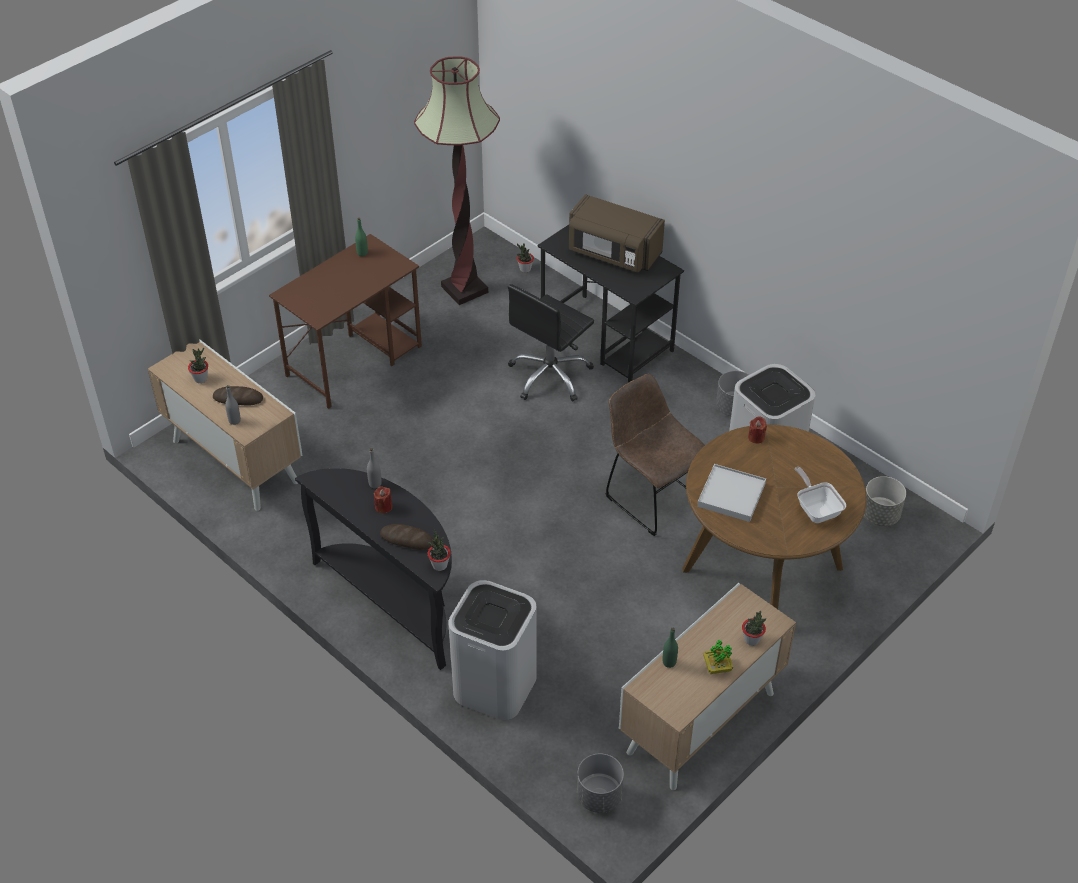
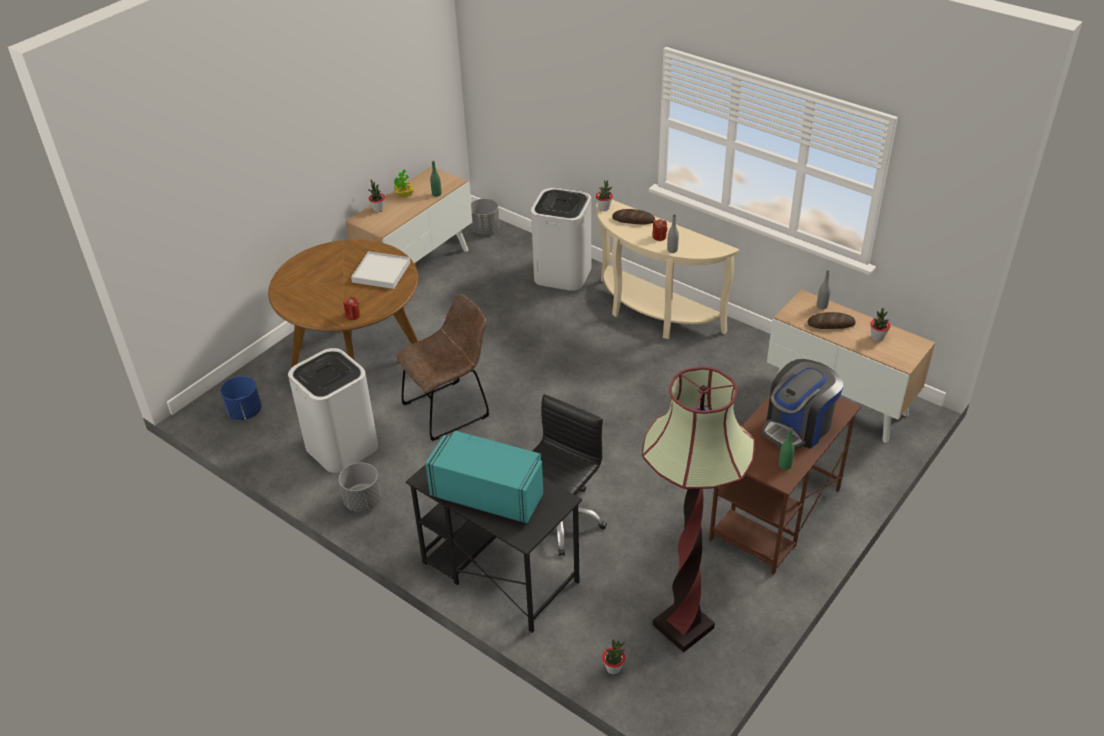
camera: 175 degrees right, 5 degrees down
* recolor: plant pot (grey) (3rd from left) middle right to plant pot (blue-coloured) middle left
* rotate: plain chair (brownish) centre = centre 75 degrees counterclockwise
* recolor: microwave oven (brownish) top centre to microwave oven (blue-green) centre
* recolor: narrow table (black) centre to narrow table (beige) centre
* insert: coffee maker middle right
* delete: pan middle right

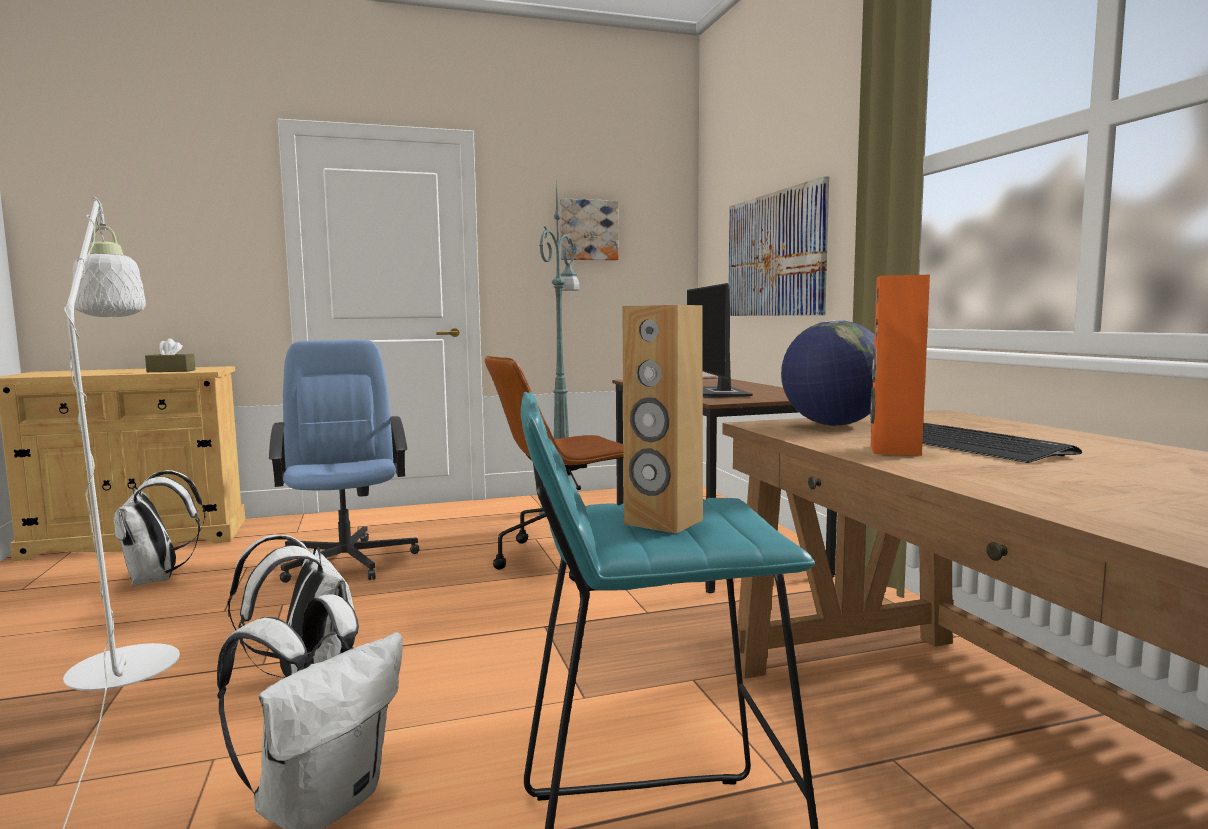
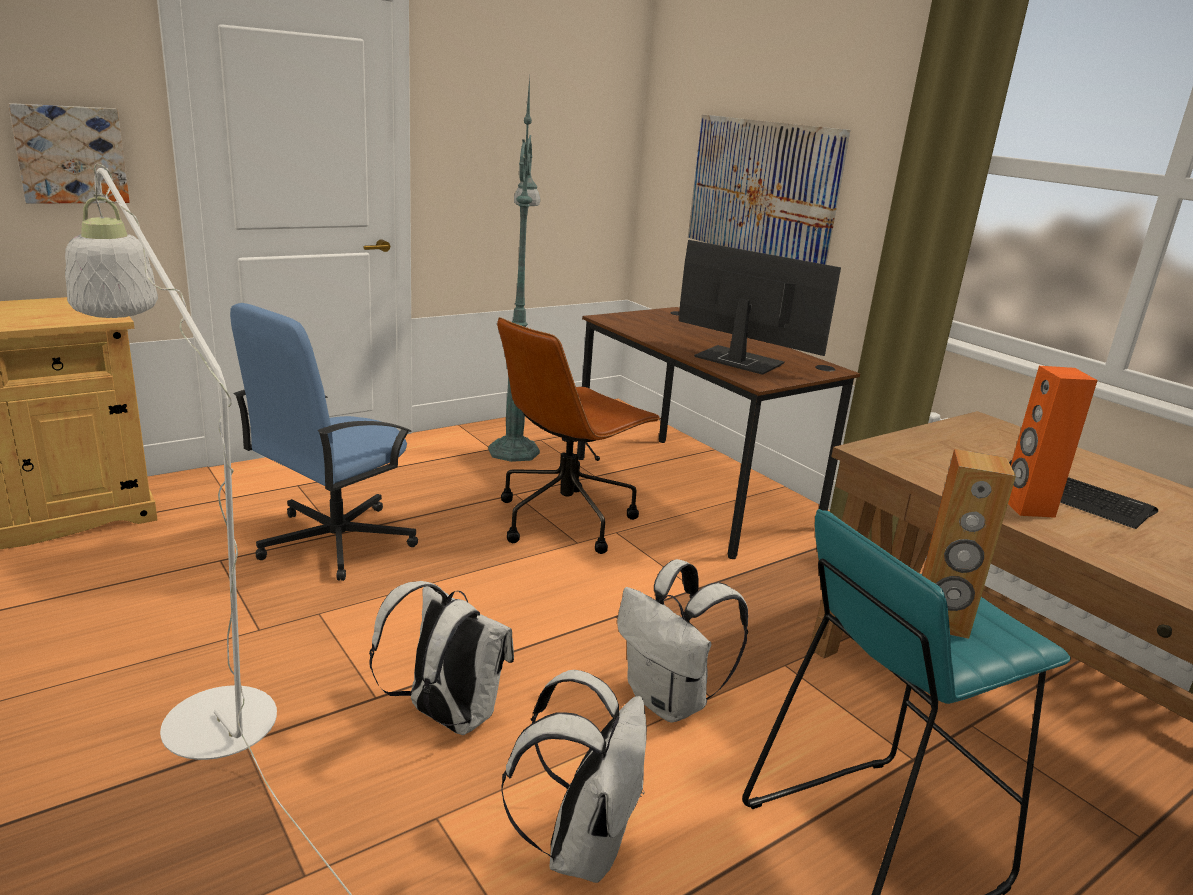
camera: 20 degrees left, 15 degrees up
* move: wall art (1st from left) top centre to top left
* rotate: desk chair (blue-coloured) middle left = middle left 105 degrees counterclockwise
* move: rucksack (whitish) (1st from left in the first image) middle left to rucksack (whitish) (3rd from left) bottom centre
* rotate: computer screen centre = centre 150 degrees clockwise
* delete: tissue box (brownish) middle left
* delete: globe middle right

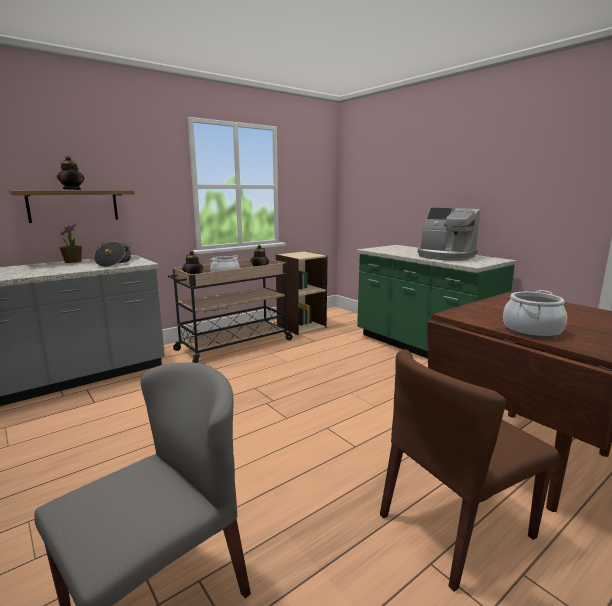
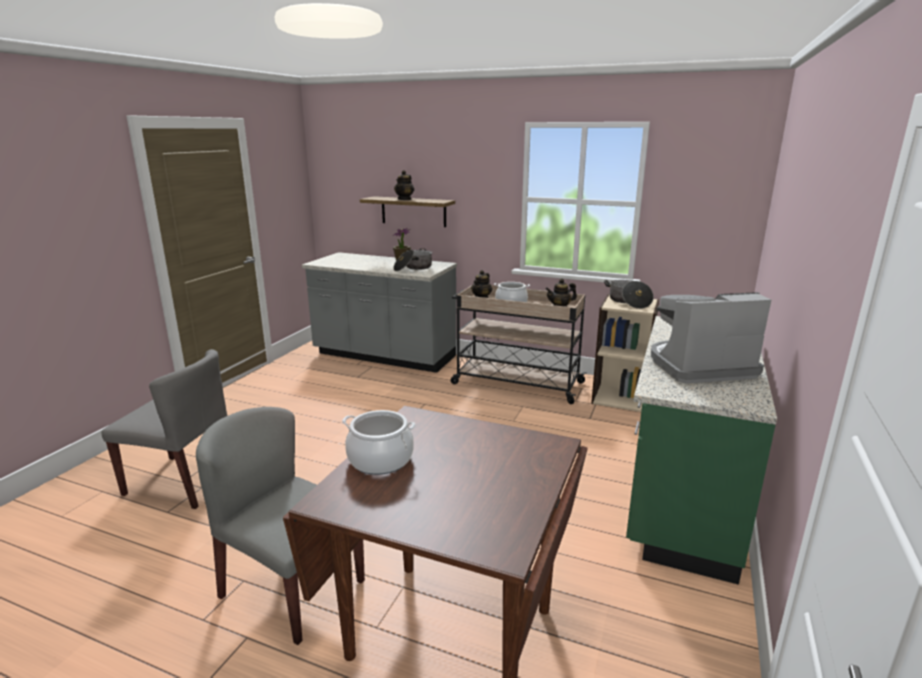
camera: 60 degrees right, 5 degrees up
* recolor: plain chair (brownish) bottom right to plain chair (grey) (2nd from left) bottom left
* insert: saucepot (4th from left) middle right
* rotate: coffee maker middle right = middle right 75 degrees clockwise

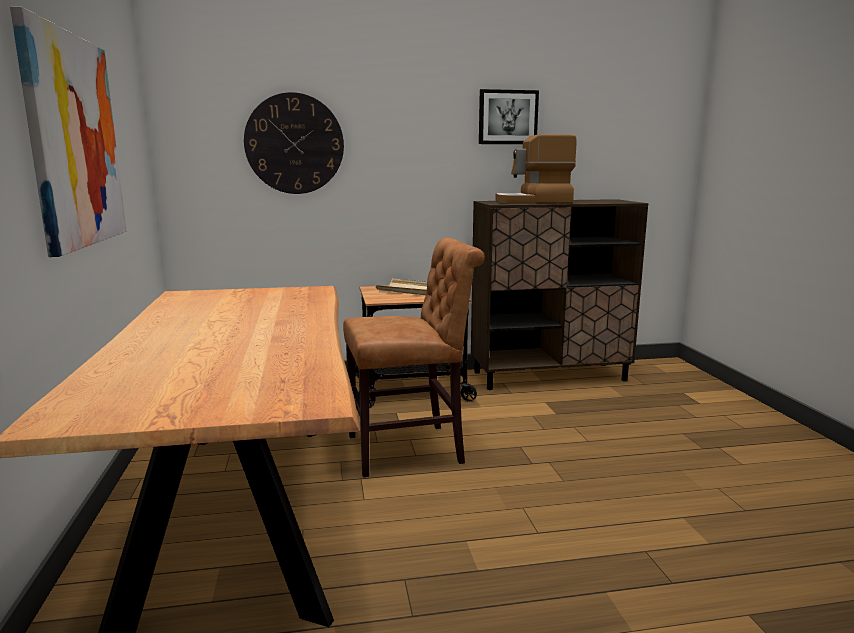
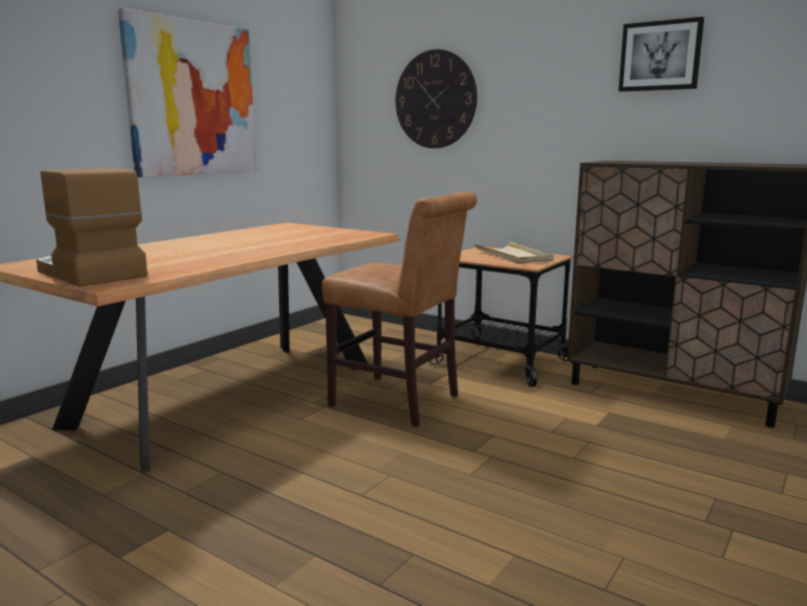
camera: 45 degrees right, 0 degrees up
* move: coffee maker top centre to middle left

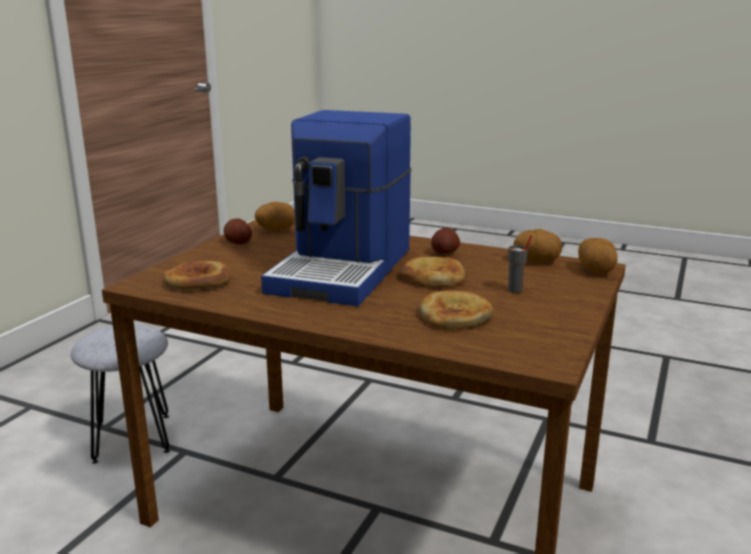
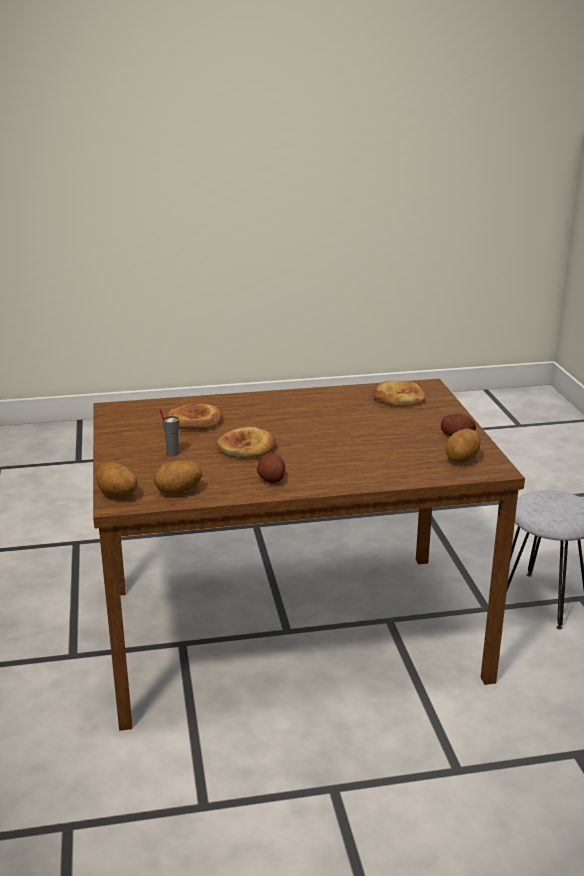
camera: 145 degrees right, 5 degrees up
* delete: coffee maker centre

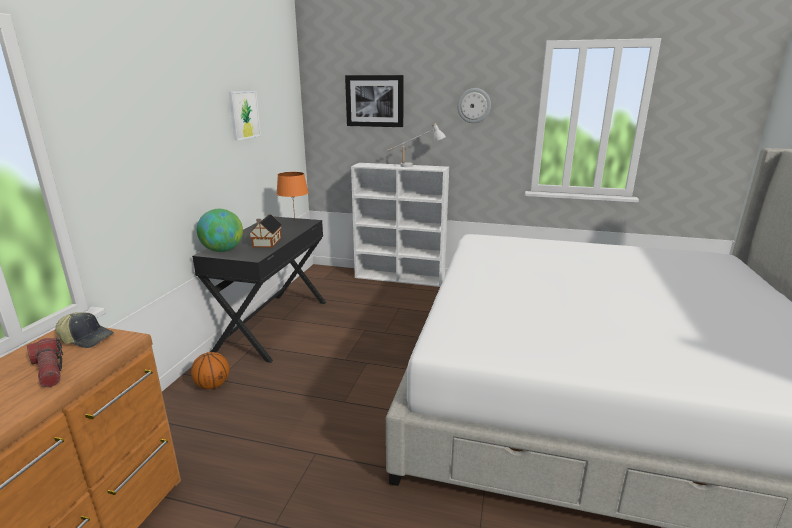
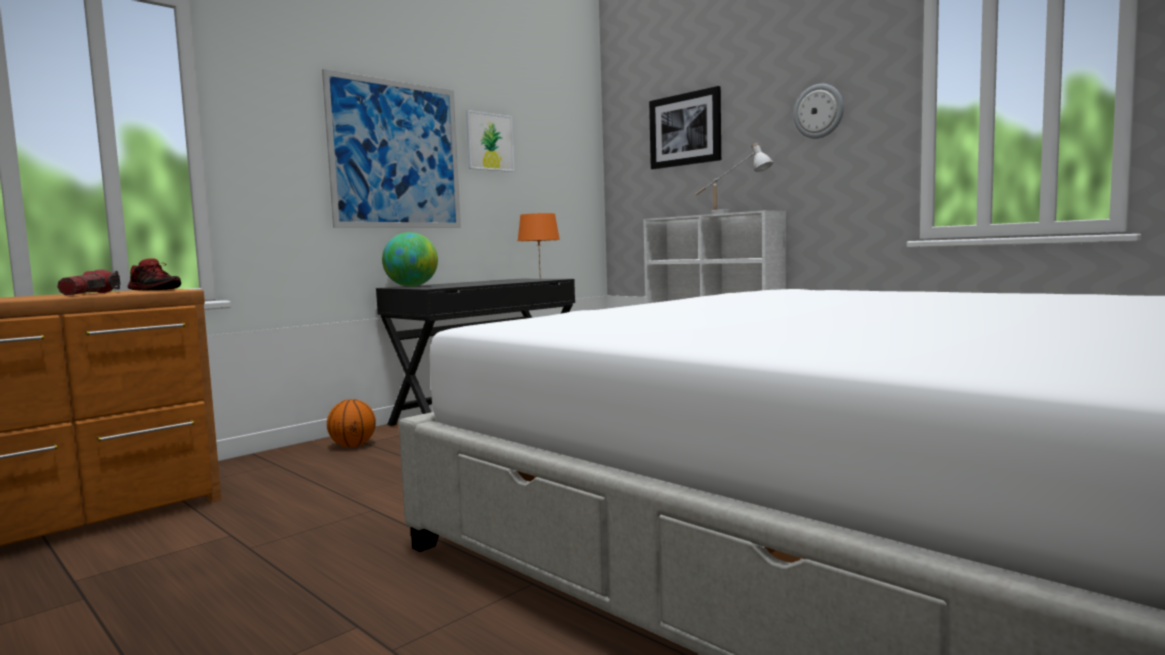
camera: 30 degrees right, 15 degrees down
* replace: baseball cap middle left to item of footwear middle left
* insert: wall art (1st from left) top centre
* delete: toy house centre

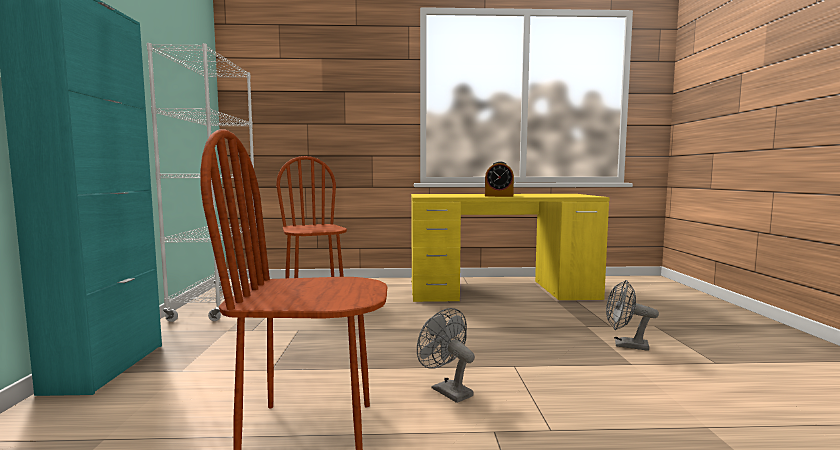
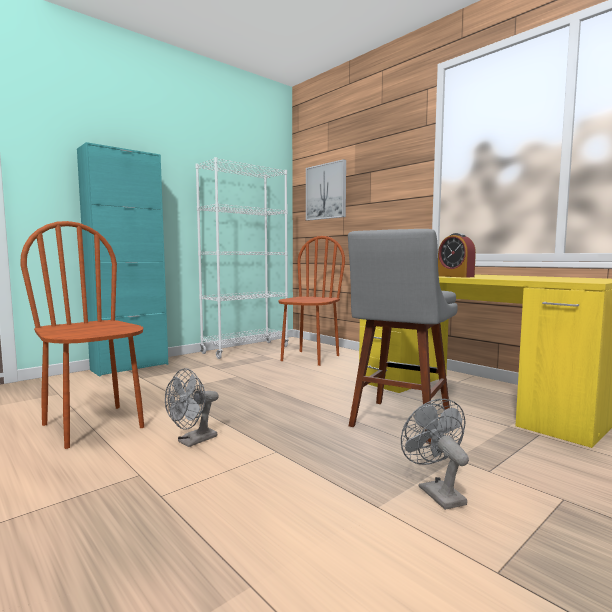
camera: 50 degrees right, 0 degrees up
* rotate: cooling fan (grey) (1st from left) bottom centre = middle left 150 degrees counterclockwise
* insert: wall art top centre
* insert: stool seat (grey) centre

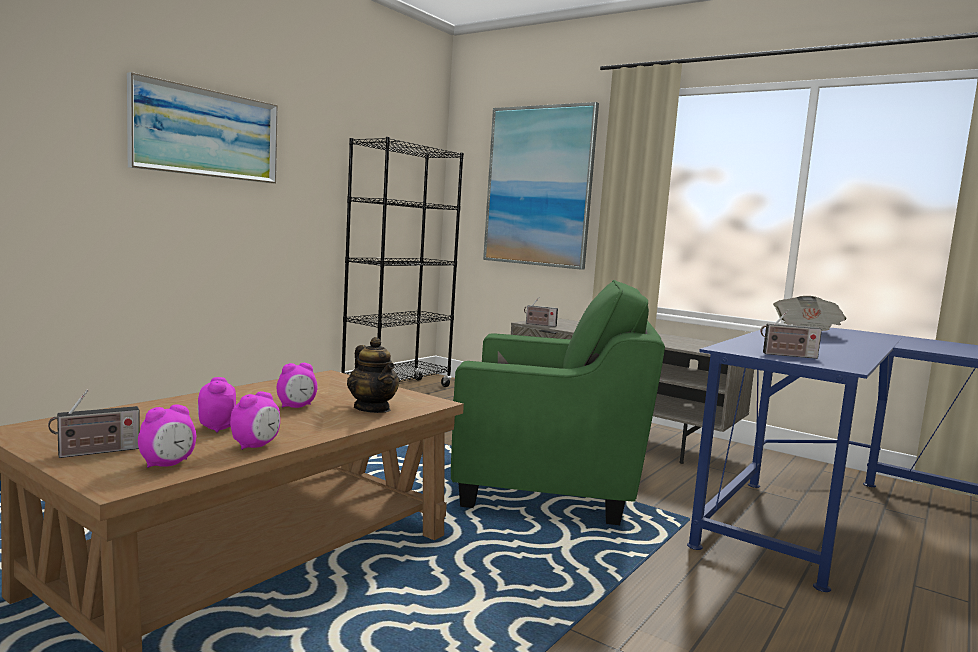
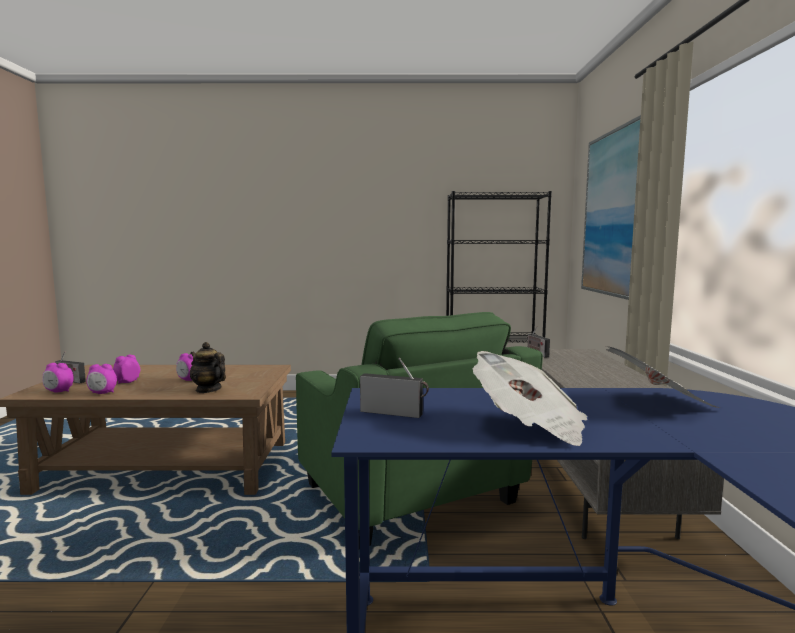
camera: 55 degrees right, 0 degrees up
* rotate: teapot centre = middle left 105 degrees clockwise
* rotate: radio receiver (3rd from left in the first image) middle right = centre 135 degrees clockwise
* insert: daily paper (1st from left) centre
* delete: wall art (1st from left) top left

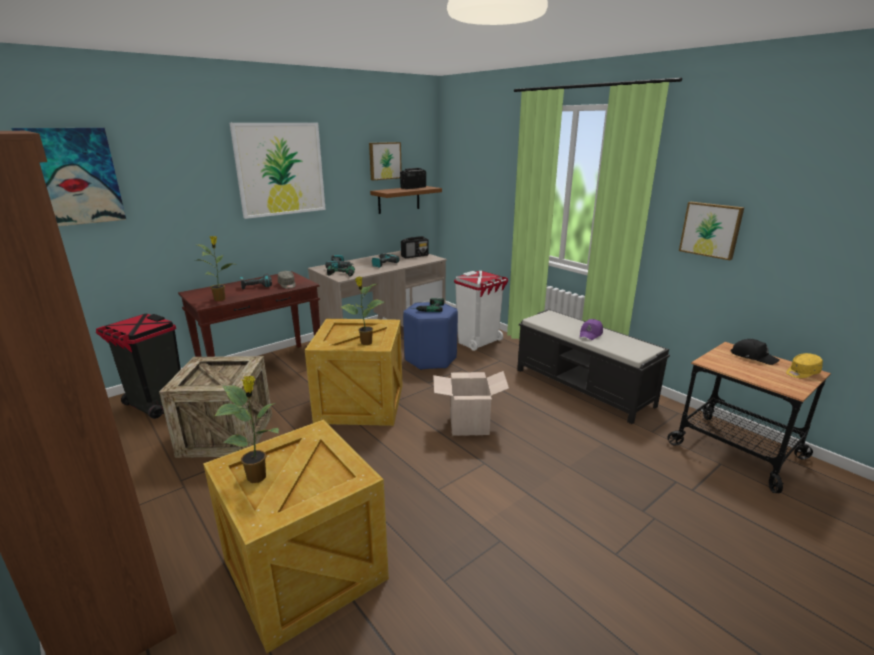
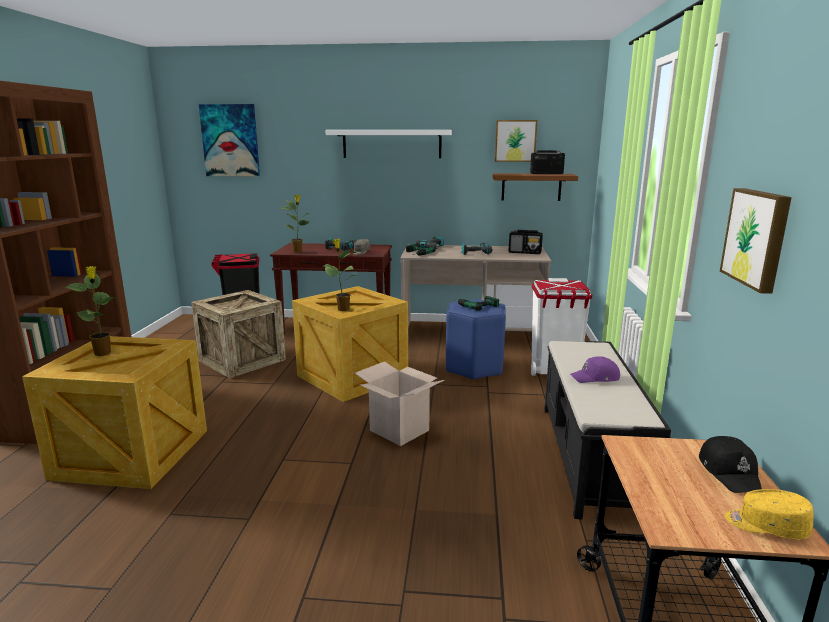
camera: 45 degrees right, 5 degrees down
* replace: wall art (2nd from left) top left to wall shelf (whitish) top centre

